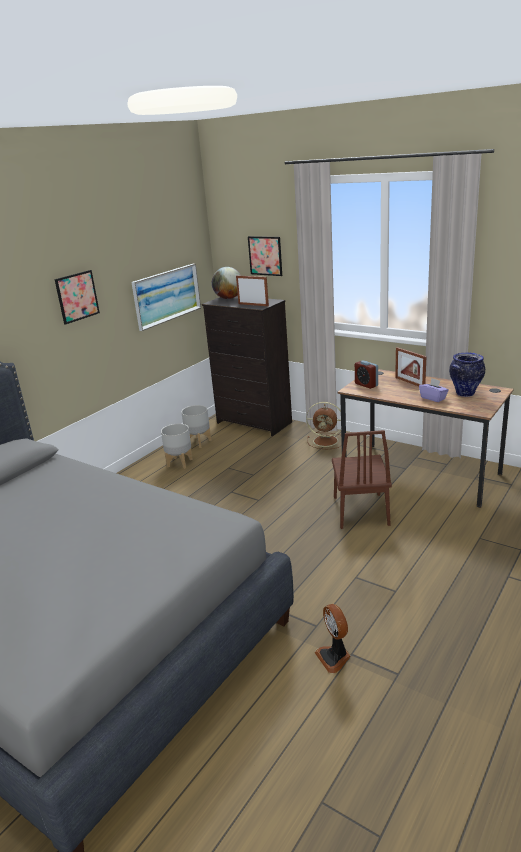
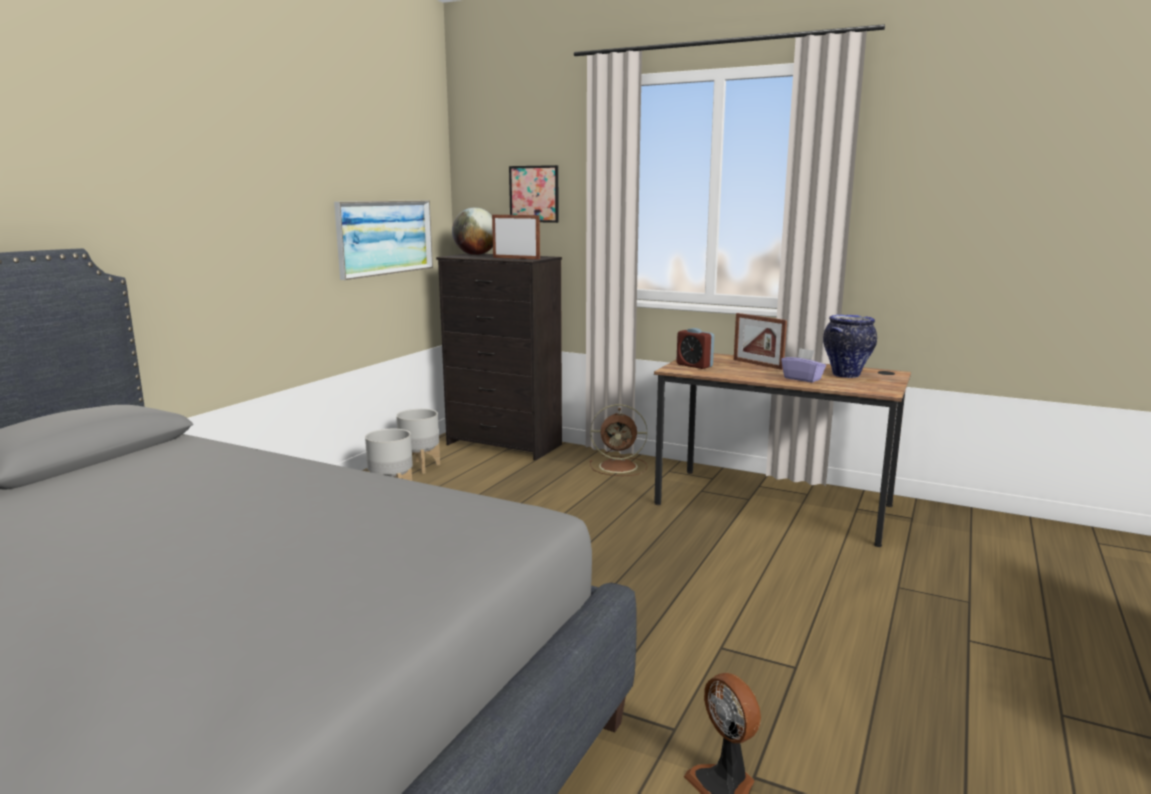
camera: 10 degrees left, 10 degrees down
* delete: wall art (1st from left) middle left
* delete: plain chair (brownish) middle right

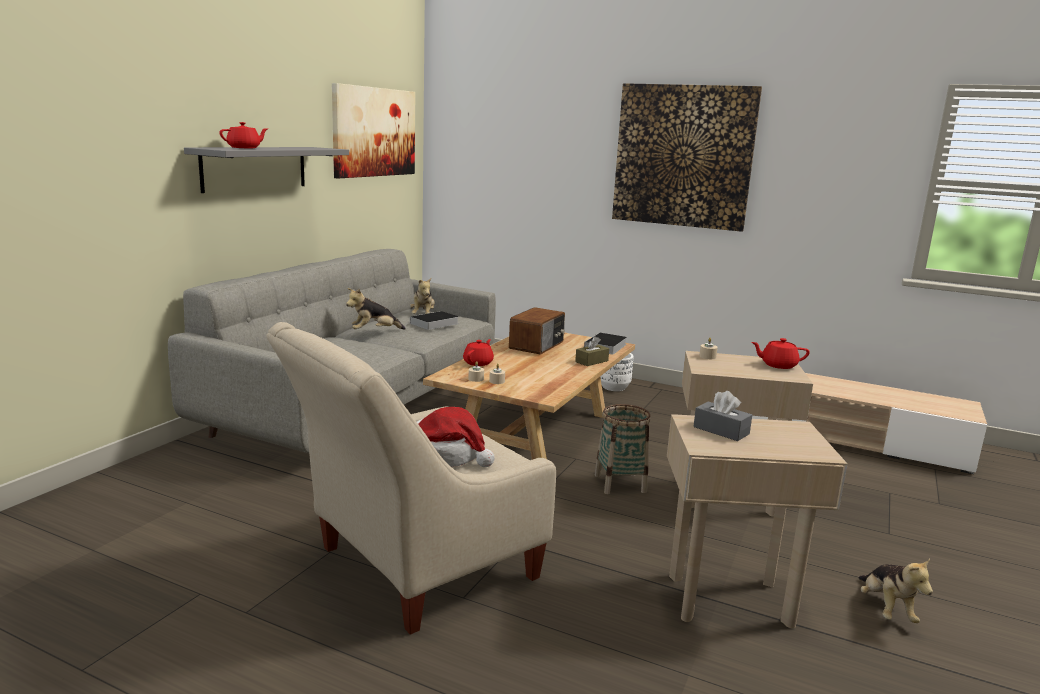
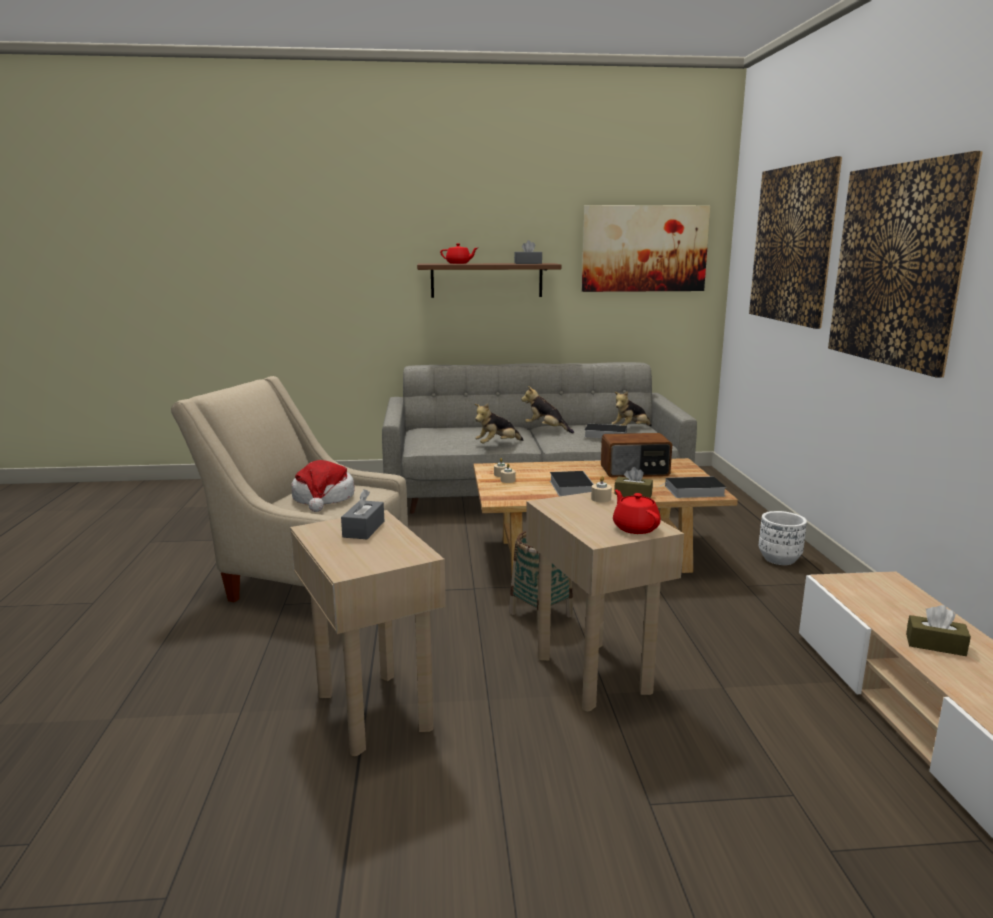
camera: 60 degrees right, 0 degrees up
* recolor: wall shelf (grey) top left to wall shelf (brownish) top centre
* move: plush toy (3rd from left in the first image) bottom right to plush toy (1st from left) centre
* insert: tissue box (grey) (2nd from left) top centre
* insert: bound book (1st from left) centre
* insert: wall art (2nd from left) top right
* insert: tissue box (brownish) (2nd from left) bottom right
* delete: teapot (reddish) (2nd from left) centre

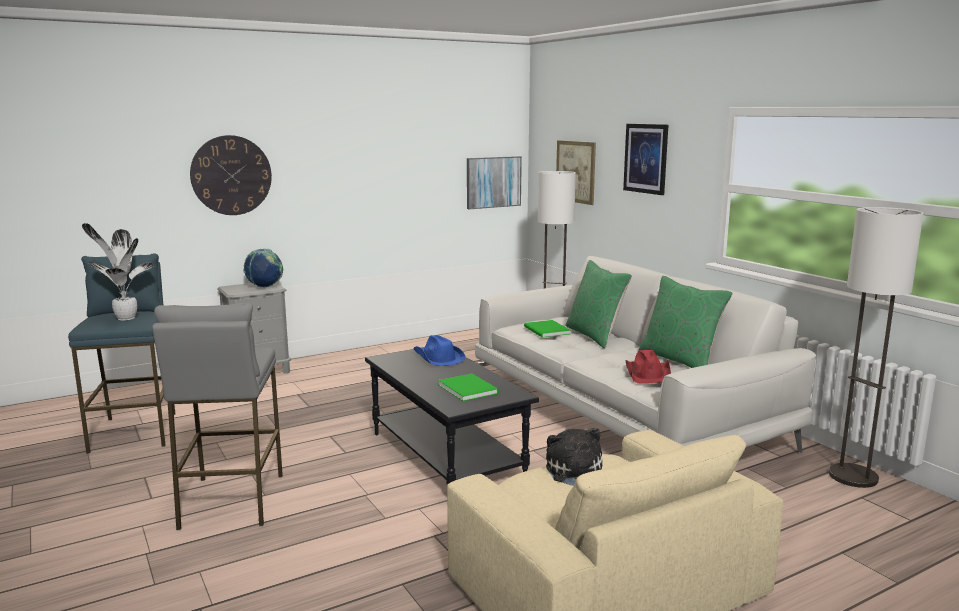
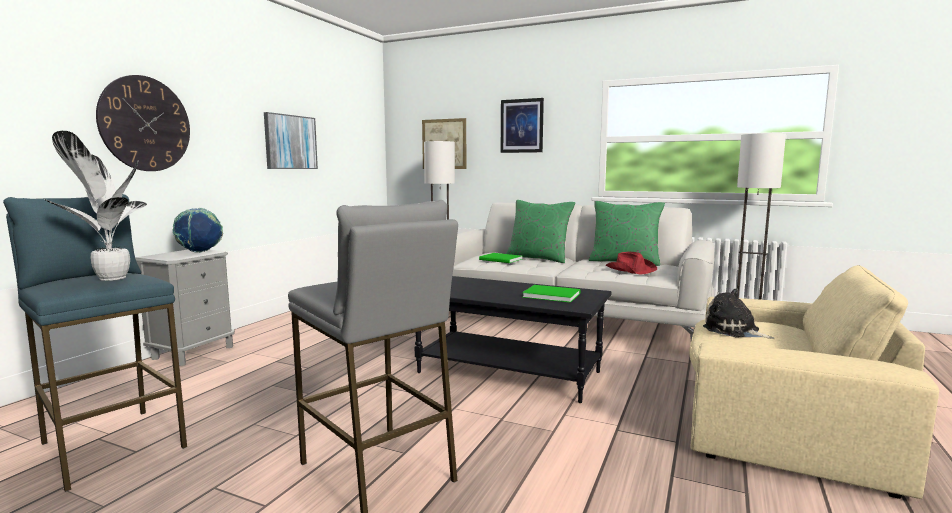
camera: 35 degrees left, 5 degrees down
* move: wall art (1st from left) top centre to top left
* delete: wearable hat (blue-coloured) centre

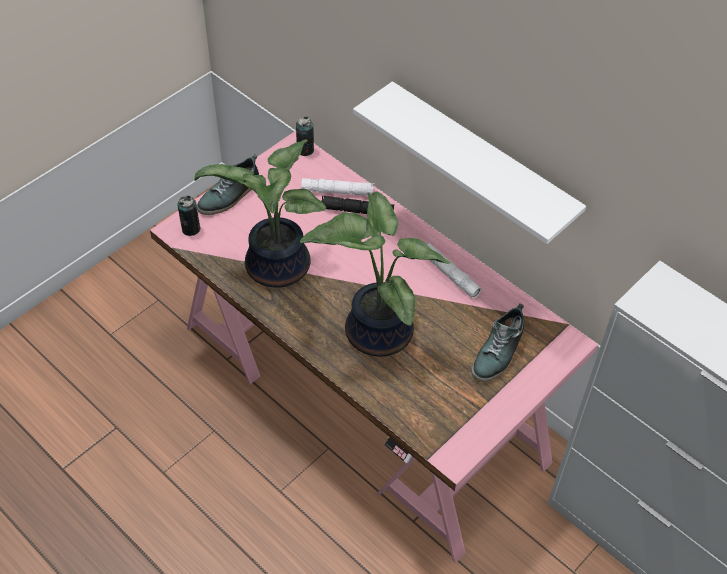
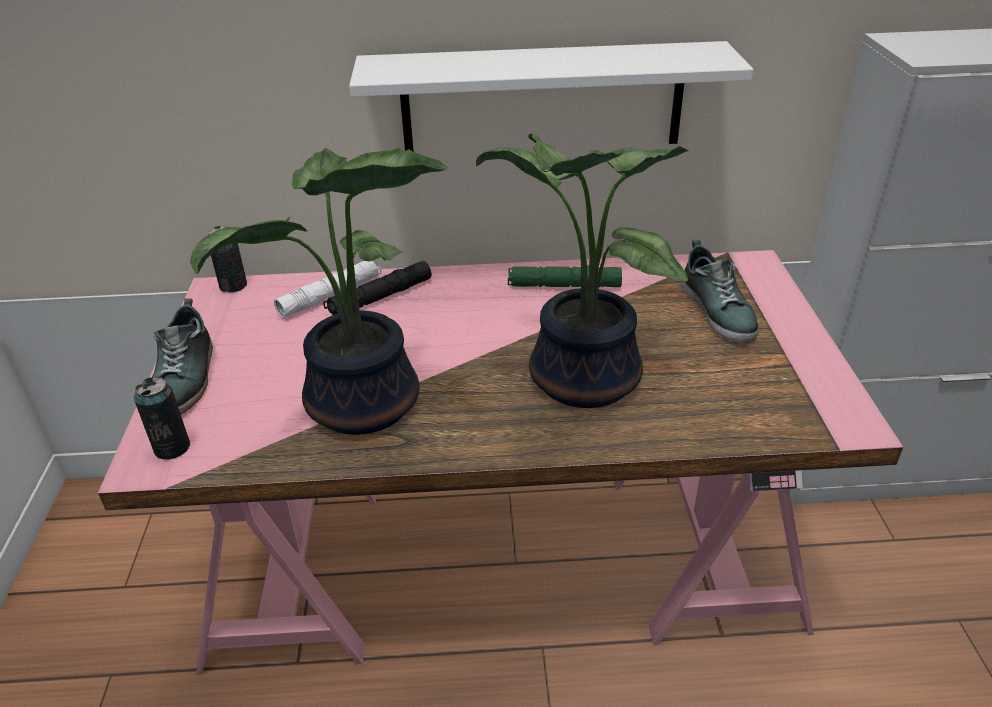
camera: 45 degrees left, 15 degrees down
* recolor: torch (whitish) (2nd from left) centre to torch (green-coloured) centre

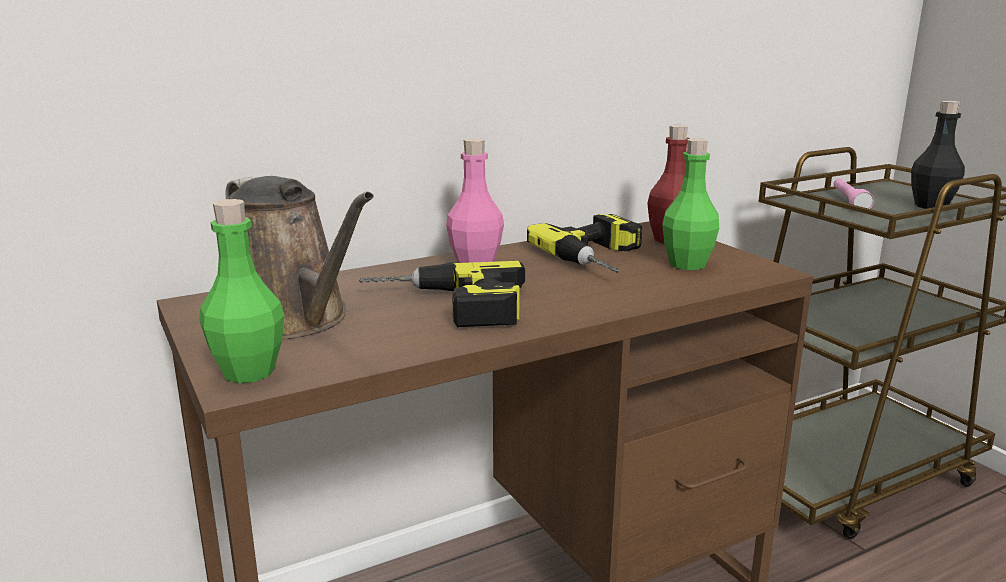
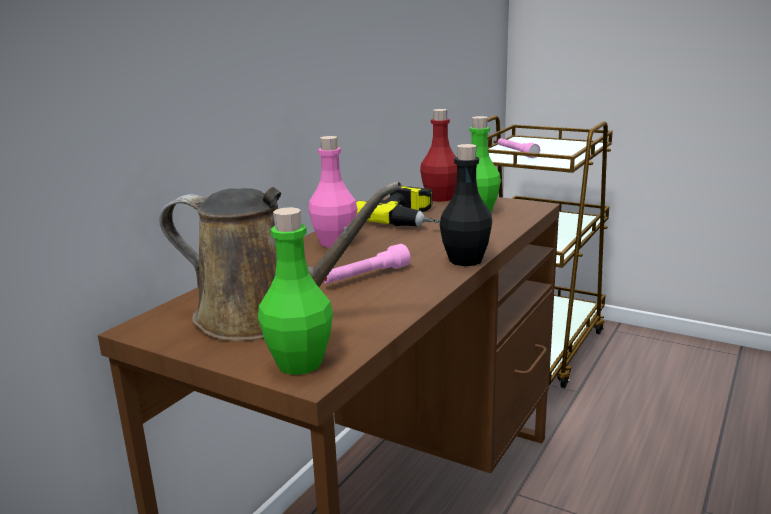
camera: 30 degrees left, 0 degrees up
* replace: power drill (1st from left) centre to torch (pink) (1st from left) centre
* move: bottle (black) top right to centre

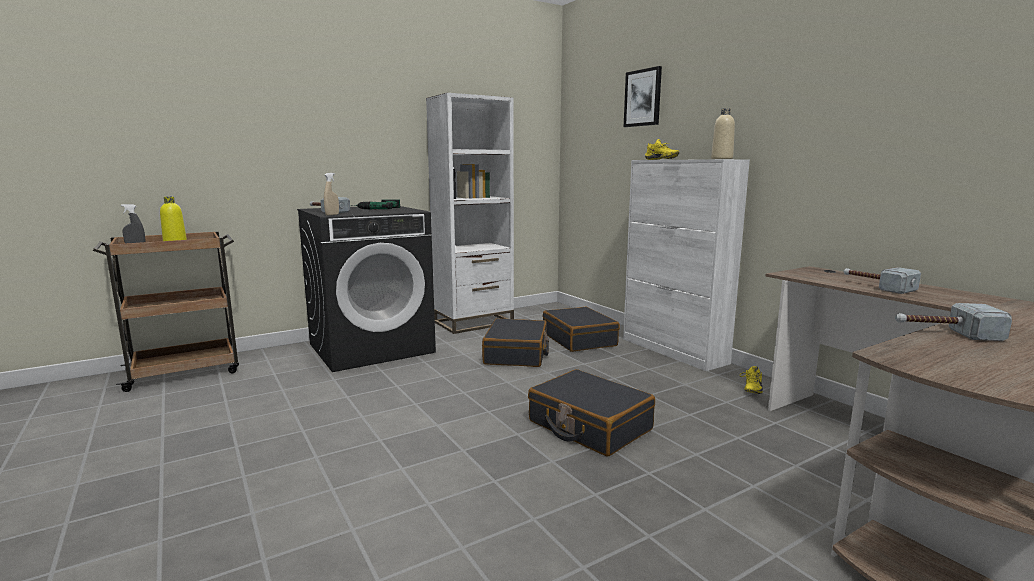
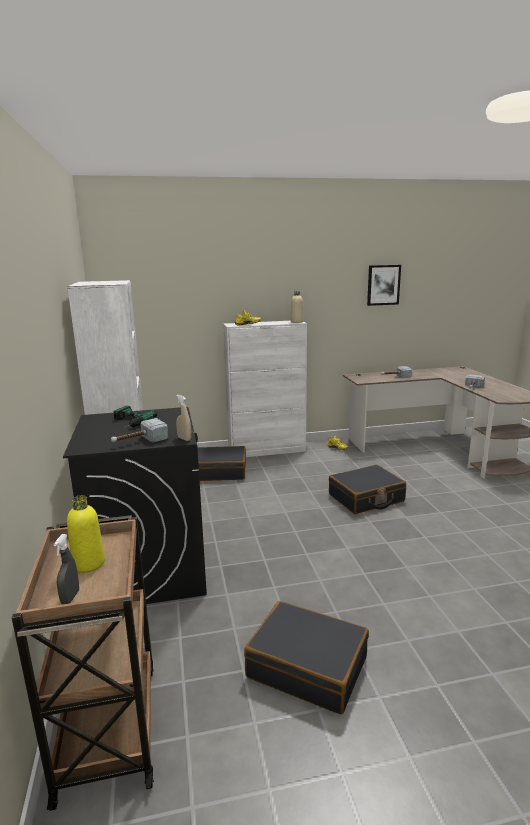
camera: 70 degrees left, 5 degrees up
* move: piece of luggage (black) (1st from left in the first image) centre to piece of luggage (black) (2nd from left) bottom centre
* move: wall art top centre to middle right

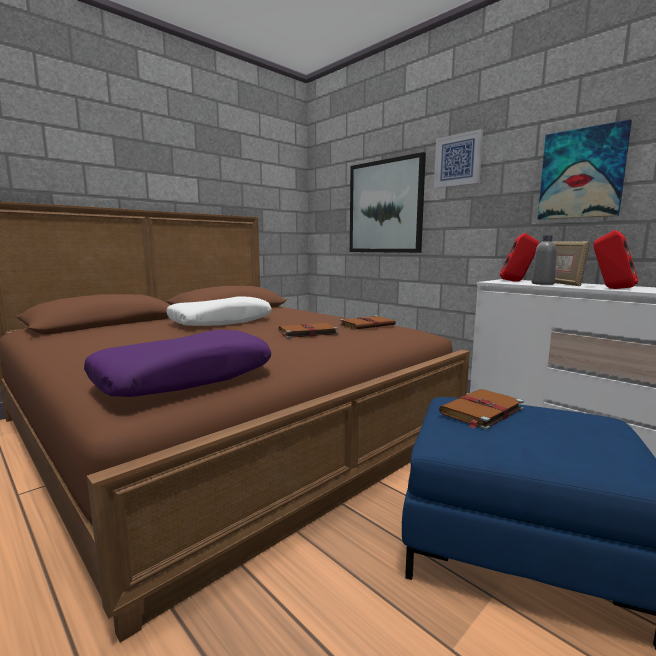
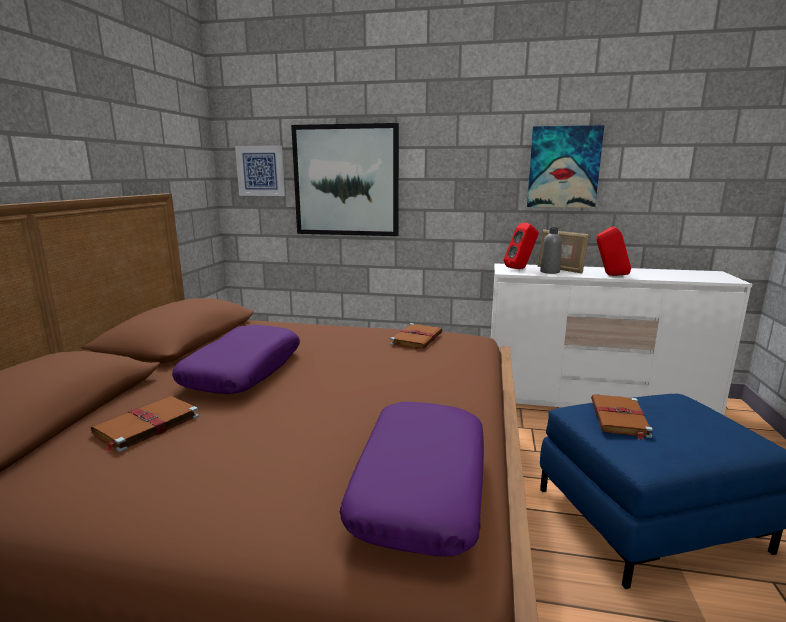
camera: 35 degrees left, 5 degrees up
* move: bound book (brownish) (1st from left) centre to bottom left
* recolor: pillow (whitish) centre to pillow (purple-coloured) (1st from left) middle left
* move: wall art (2nd from left in the first image) top right to wall art (1st from left) top left

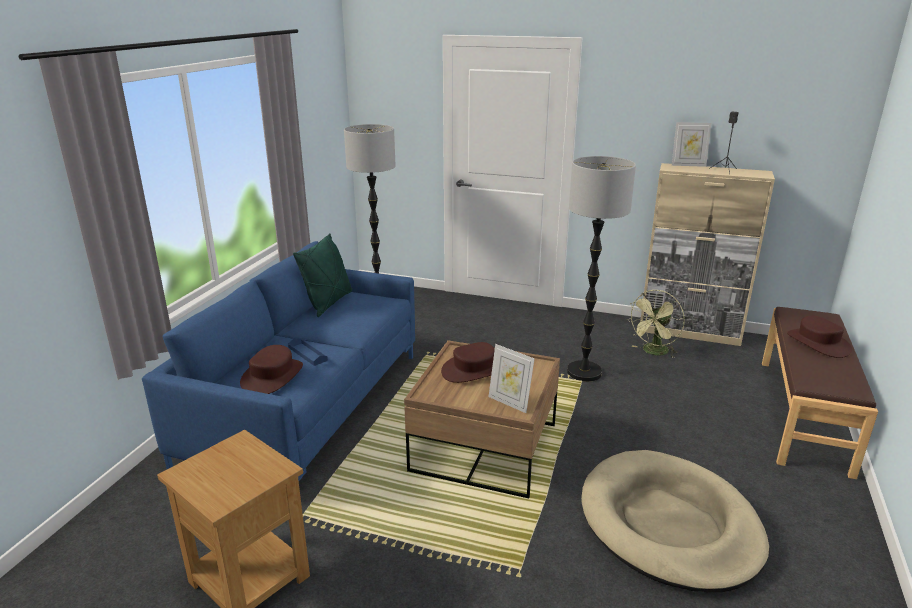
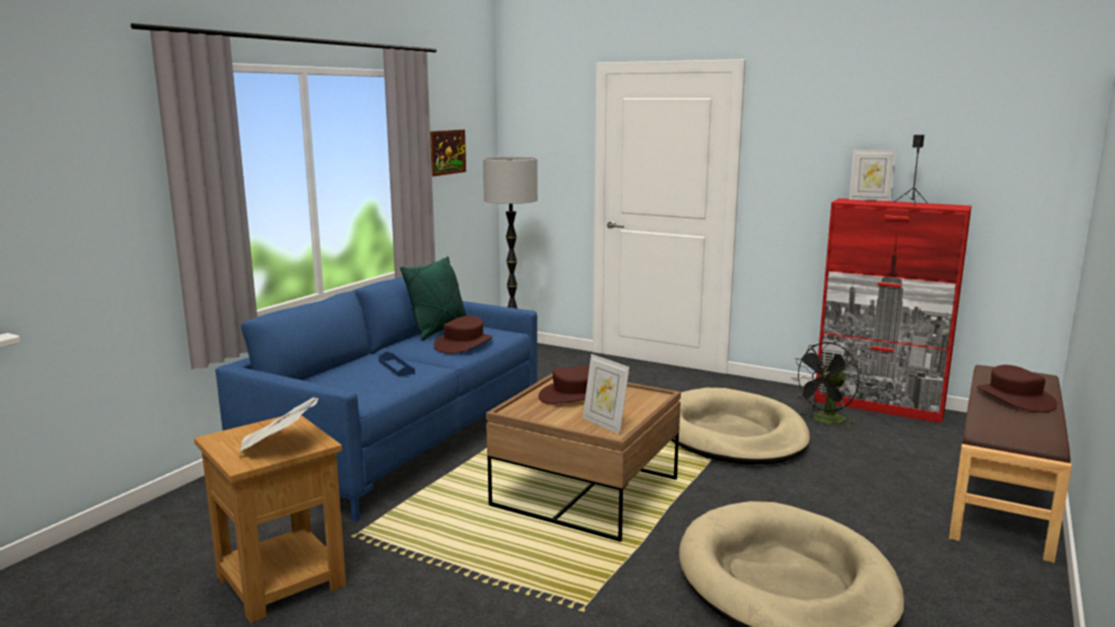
camera: 10 degrees right, 10 degrees down
* insert: daily paper bottom left
* insert: wall art top centre
* move: wearable hat (brownish) (1st from left) middle left to centre
* replace: floor lamp (2nd from left) centre to dog bed (beige) (1st from left) bottom centre
* recolor: cooling fan (green-coloured) middle right to cooling fan (black) middle right
* recolor: cupboard (beige) middle right to cupboard (reddish) middle right

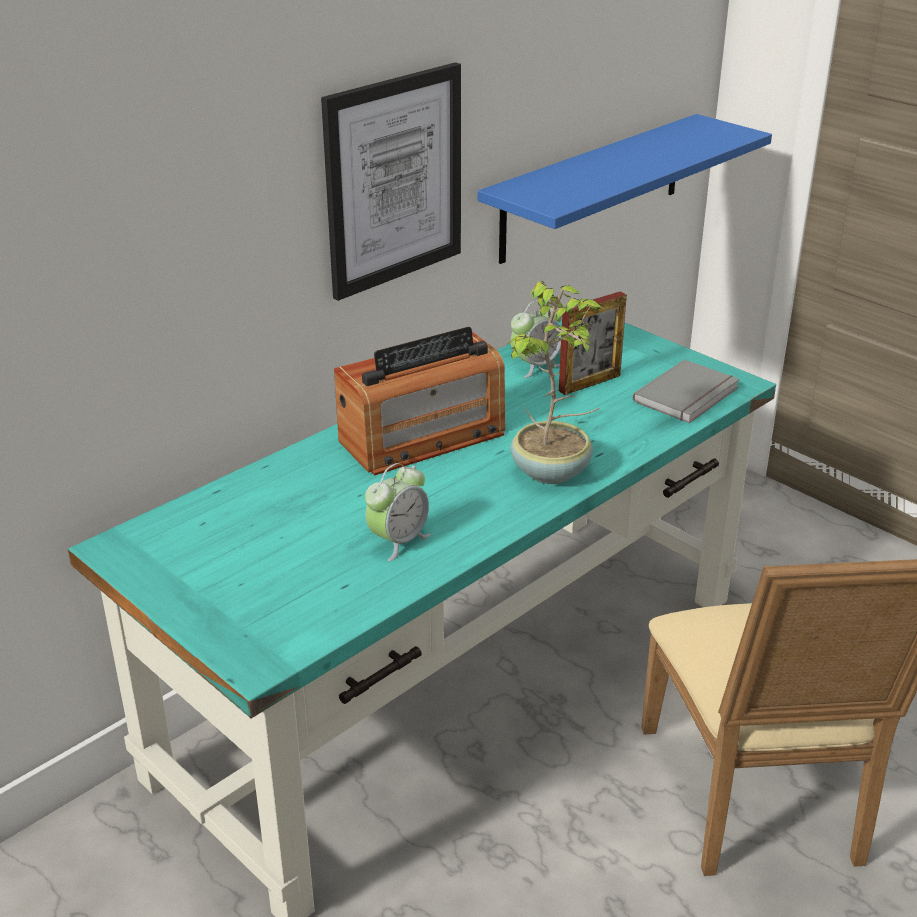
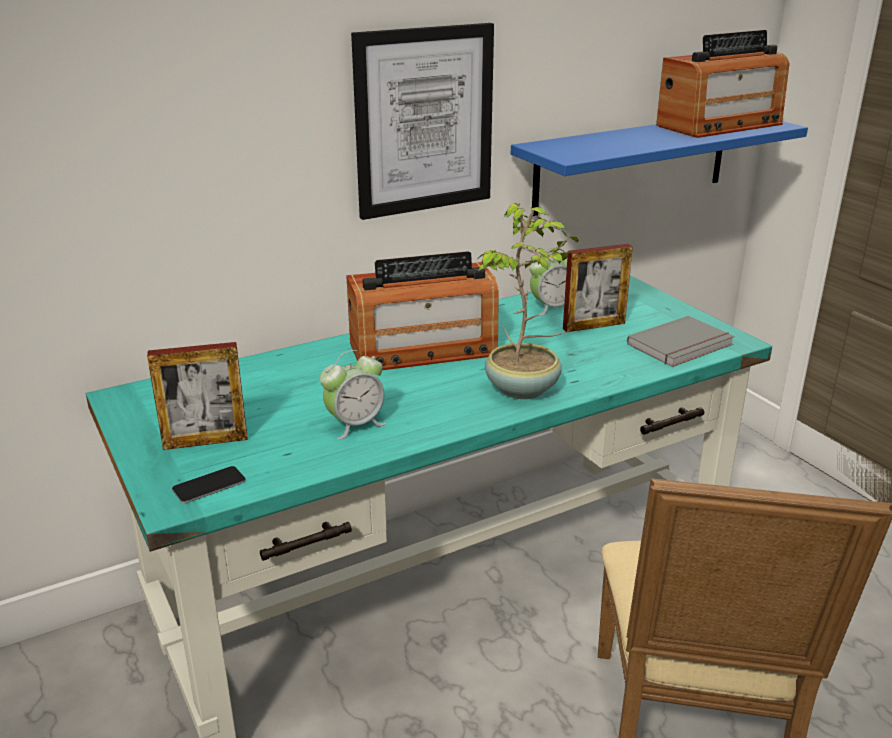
camera: 15 degrees right, 5 degrees down
* insert: picture frame (1st from left) middle left
* insert: telephone middle left
* insert: radio receiver (2nd from left) top right

